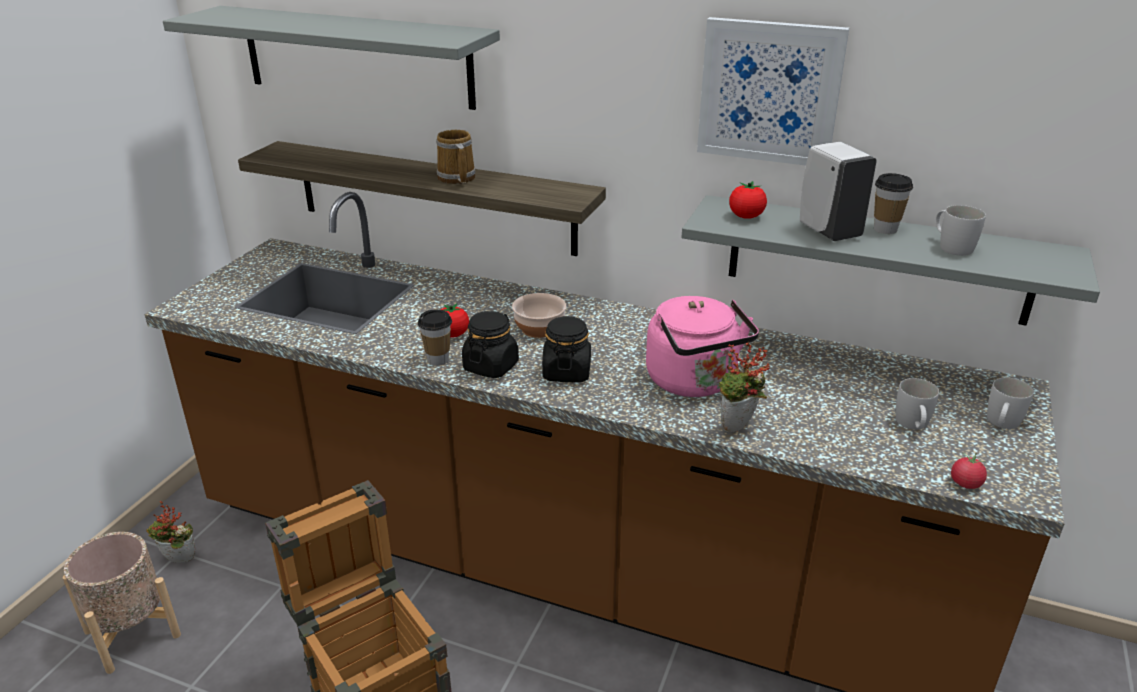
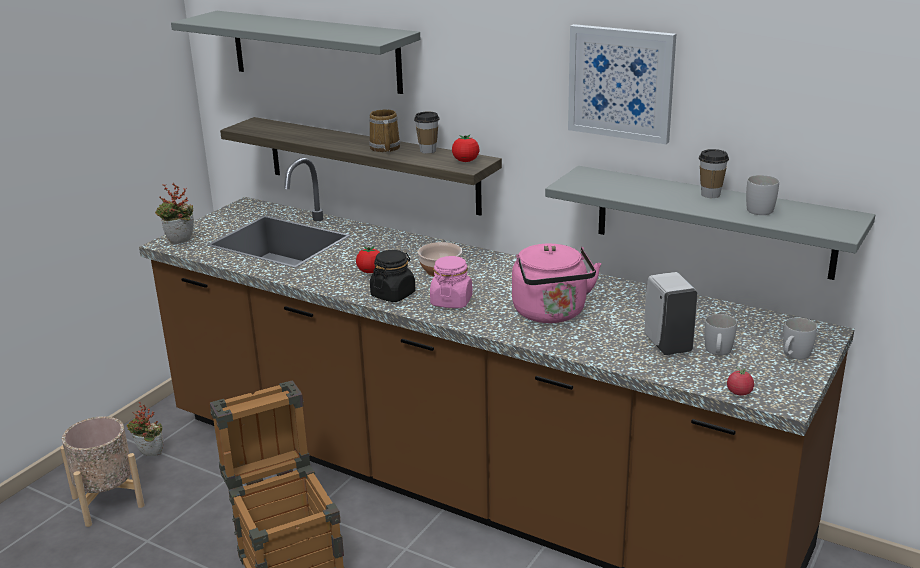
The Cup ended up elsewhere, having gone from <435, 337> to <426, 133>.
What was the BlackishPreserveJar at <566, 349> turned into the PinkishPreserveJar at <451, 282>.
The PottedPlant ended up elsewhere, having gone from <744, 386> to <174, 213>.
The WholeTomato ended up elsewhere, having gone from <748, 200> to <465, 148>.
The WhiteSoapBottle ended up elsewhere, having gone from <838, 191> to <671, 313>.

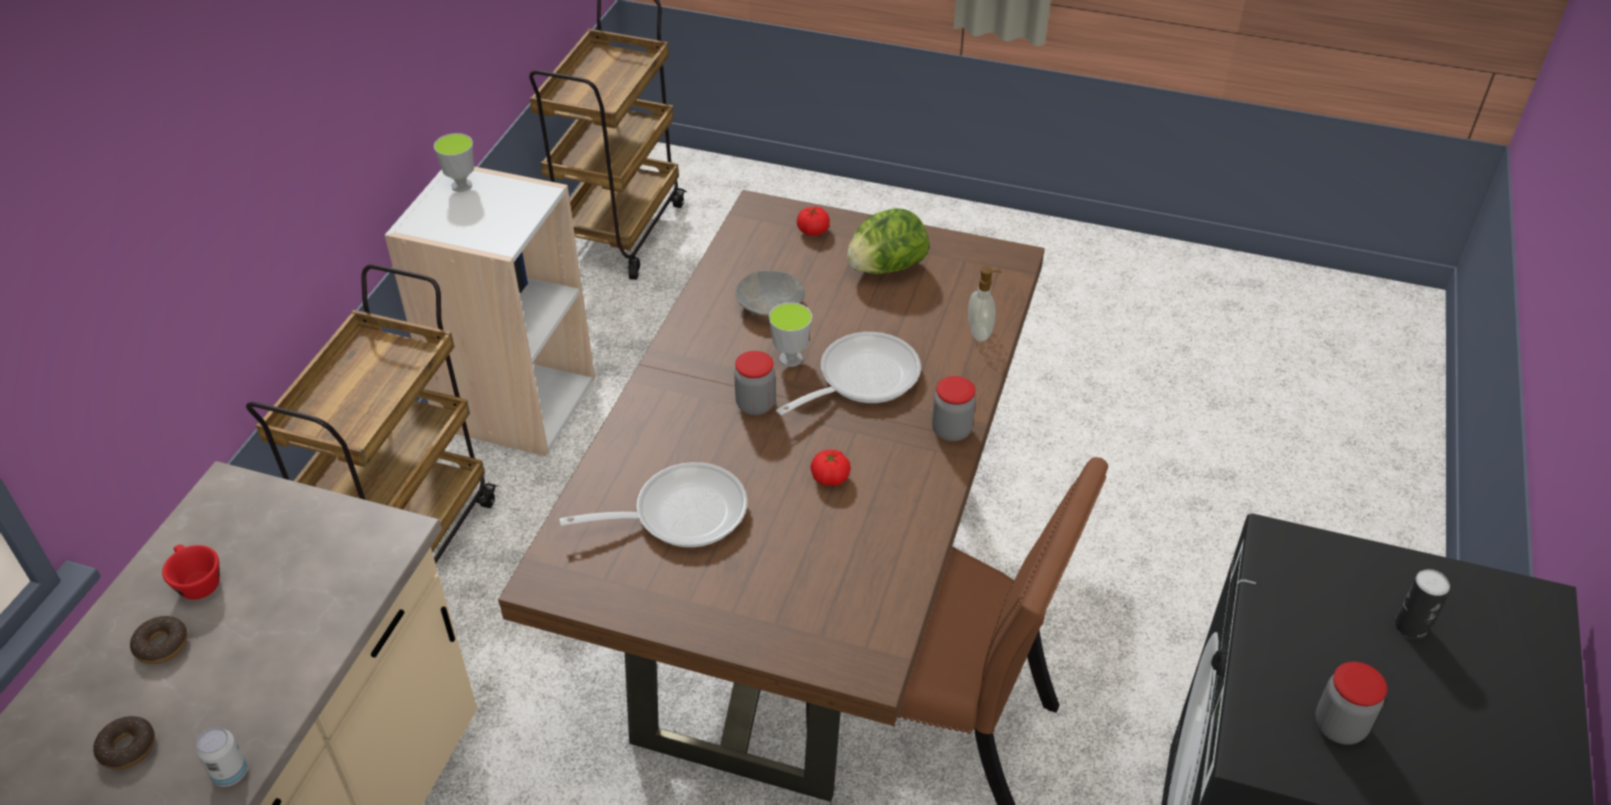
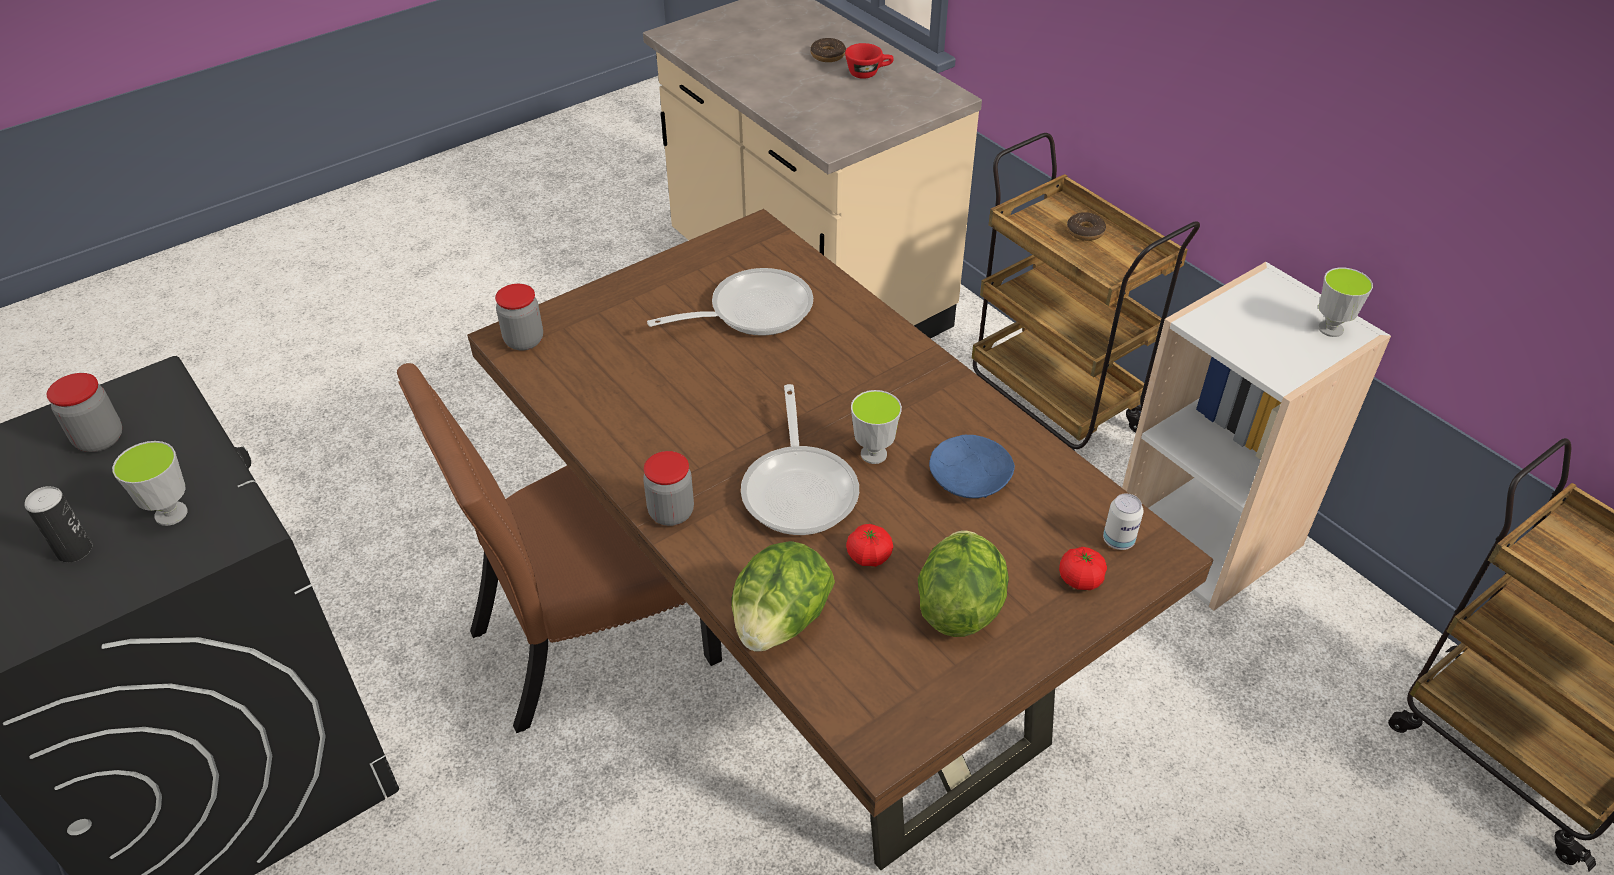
The RingDoughnut ended up elsewhere, having gone from <124, 743> to <1086, 226>.
The MetalCan ended up elsewhere, having gone from <221, 757> to <1123, 522>.
The Pan at <653, 504> ended up facing another way, 135 degrees counterclockwise from before.
The PreserveJar ended up elsewhere, having gone from <755, 383> to <519, 317>.
What was the GreyishBowl at <770, 293> turned into the BluishBowl at <972, 466>.
The WholeTomato ended up elsewhere, having gone from <830, 468> to <869, 545>.
Where the SoapBottle stood at <985, 303>, the Lettuce came to stand at <783, 596>.
The second view gained the Cup at <150, 483>.

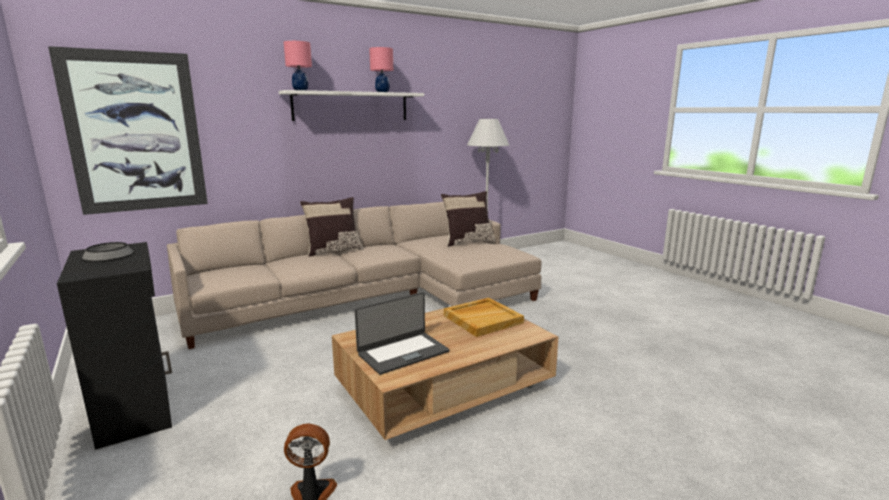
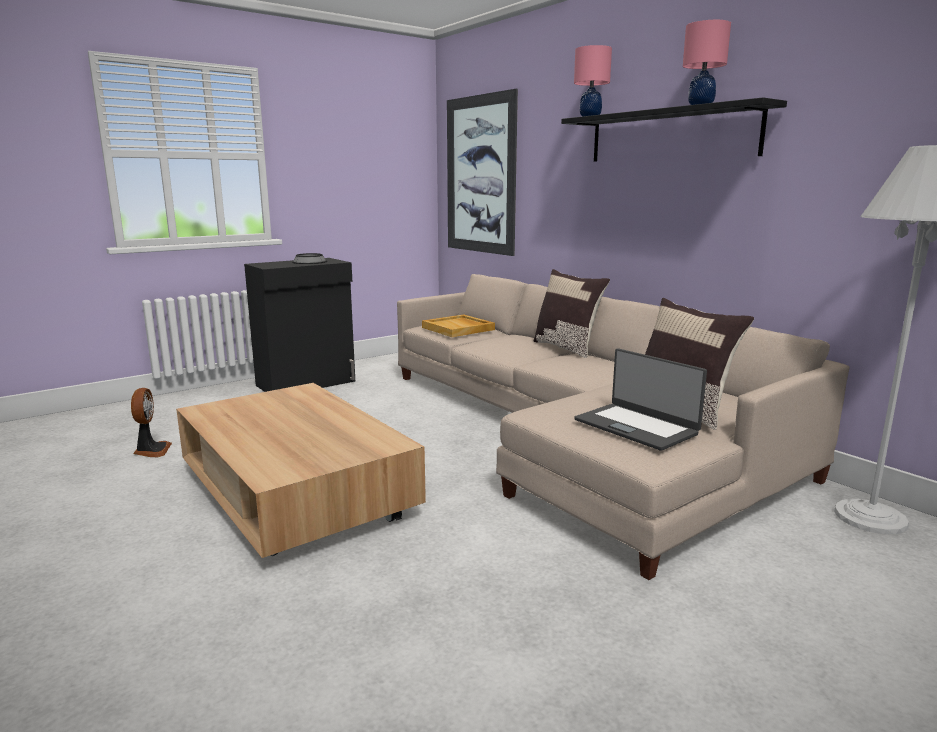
What was the WhiteShelf at <351, 105> turned into the BlackishShelf at <674, 129>.
The NotebookComputer ended up elsewhere, having gone from <402, 333> to <640, 399>.
The BeigeServingTray ended up elsewhere, having gone from <484, 317> to <458, 325>.

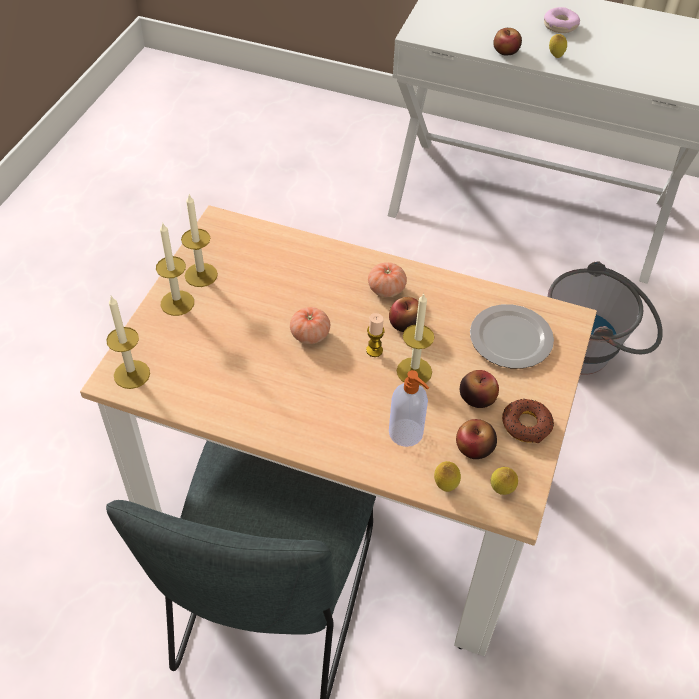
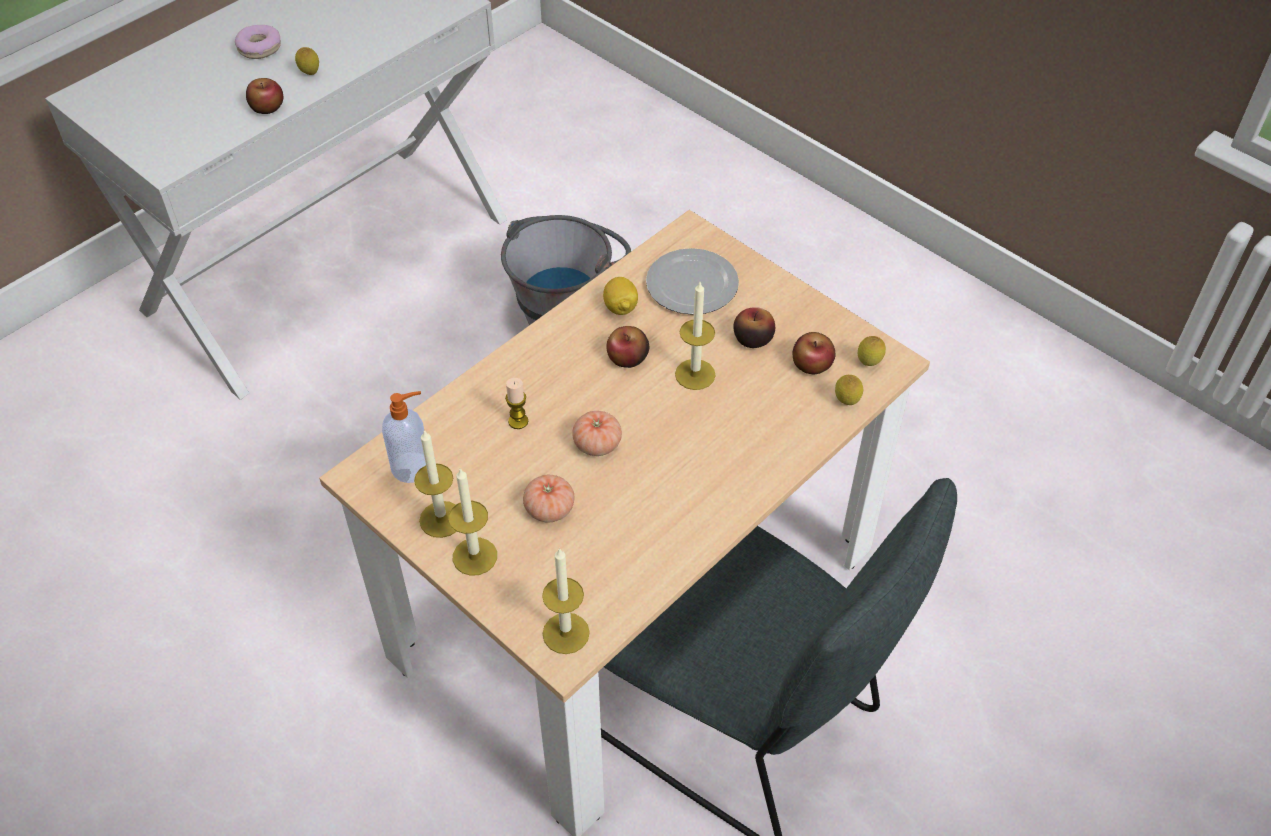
The WaxCandle ended up elsewhere, having gone from <375, 335> to <516, 403>.
The WholeTomato ended up elsewhere, having gone from <387, 279> to <548, 498>.
The SoapBottle ended up elsewhere, having gone from <409, 408> to <404, 437>.
The second view lost the RingDoughnut at <528, 421>.
The second view gained the CitrusFruit at <620, 296>.

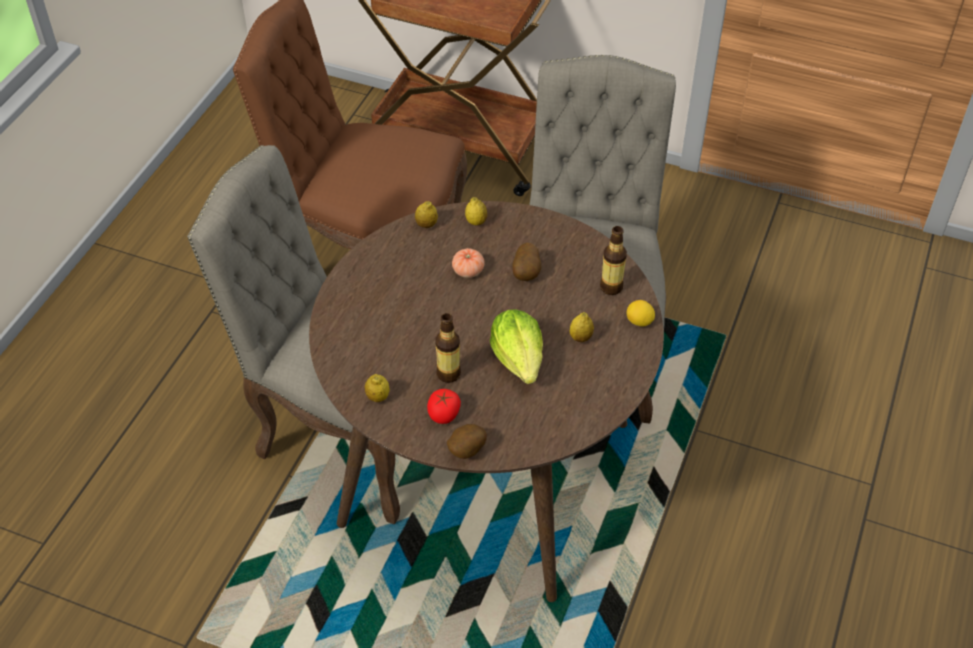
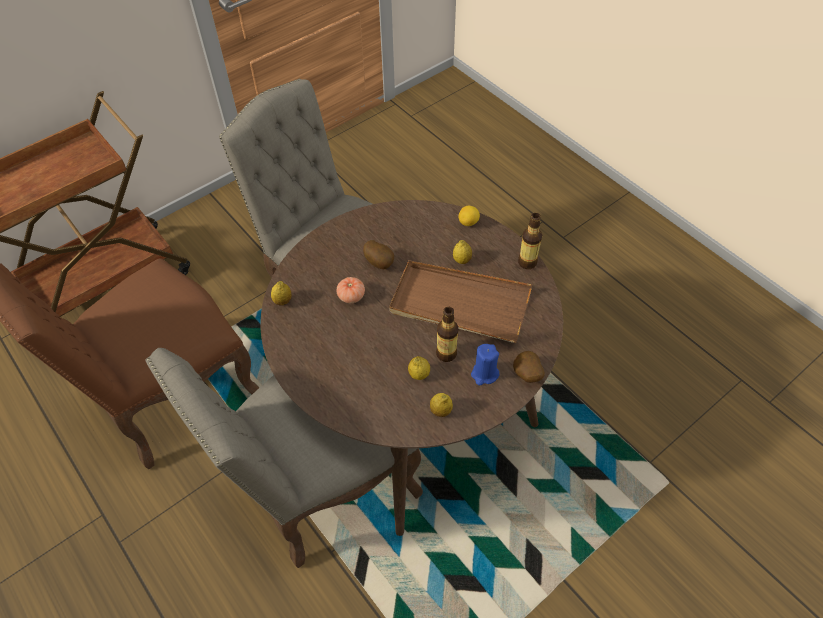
Where the WholeTomato stood at <444, 406>, the BluishWaxCandle came to stand at <485, 365>.
The CitrusFruit ended up elsewhere, having gone from <476, 211> to <419, 368>.
Where the Lettuce stood at <516, 347>, the BrownColouredServingTray came to stand at <460, 301>.
The Bottle ended up elsewhere, having gone from <613, 260> to <530, 241>.

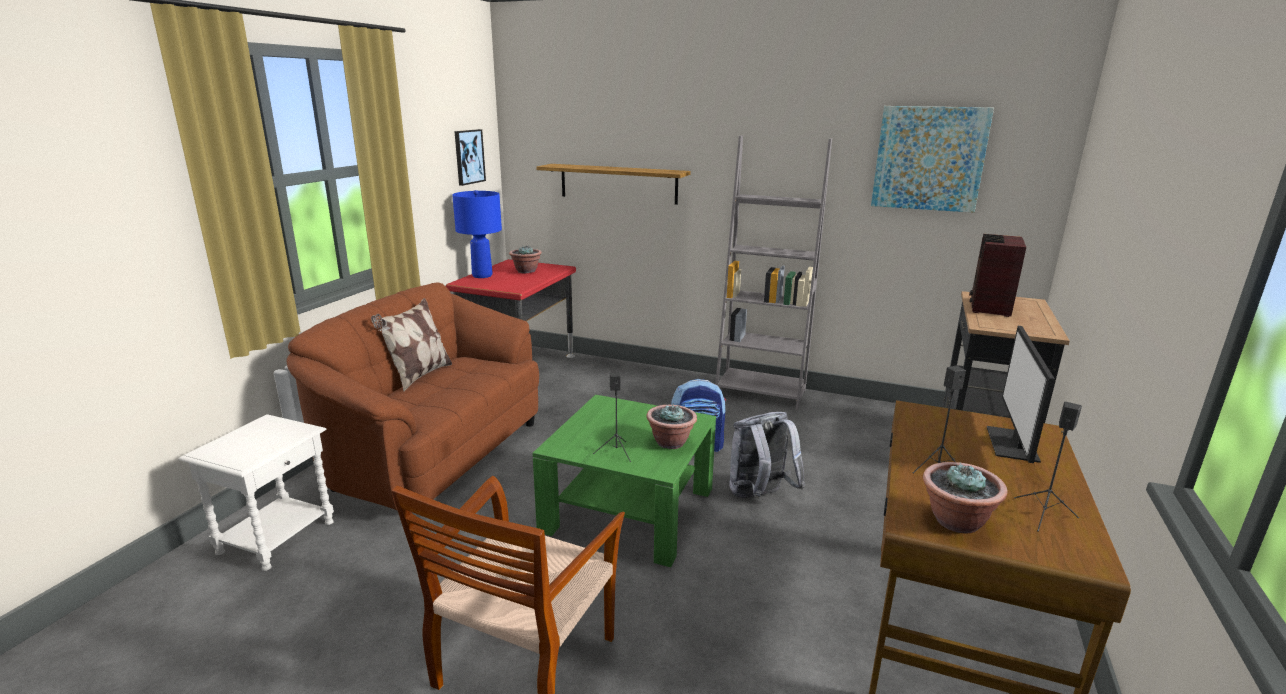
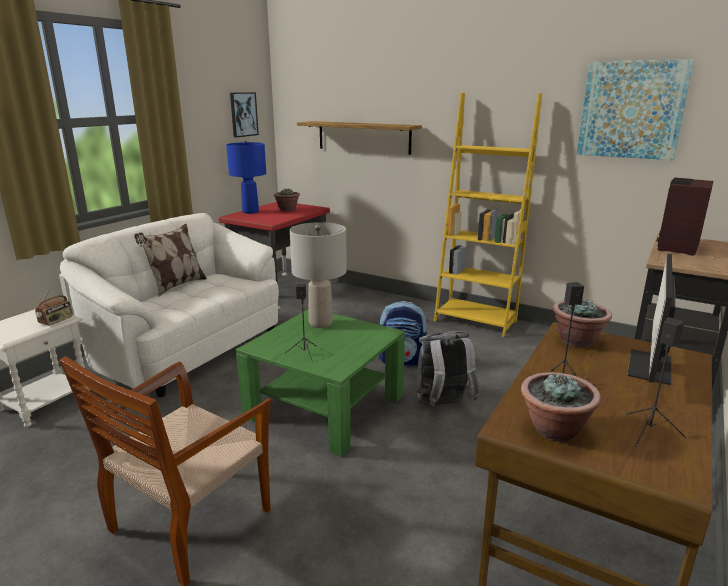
What was the BrownColouredCouch at <413, 396> turned into the WhiteCouch at <169, 305>.
The PottedPlant ended up elsewhere, having gone from <671, 426> to <582, 322>.
What was the GreyishBookshelf at <773, 272> turned into the YellowColouredBookshelf at <488, 215>.
The second view gained the RadioSet at <53, 306>.
The second view gained the GreyishTabletopLamp at <318, 275>.

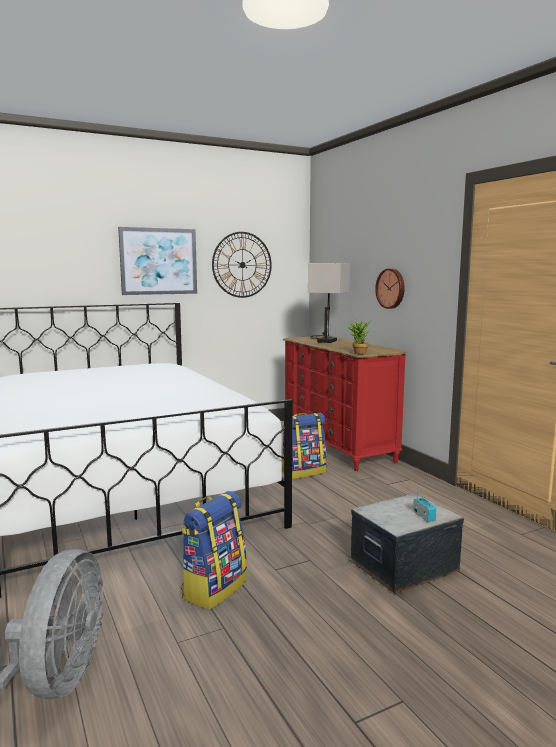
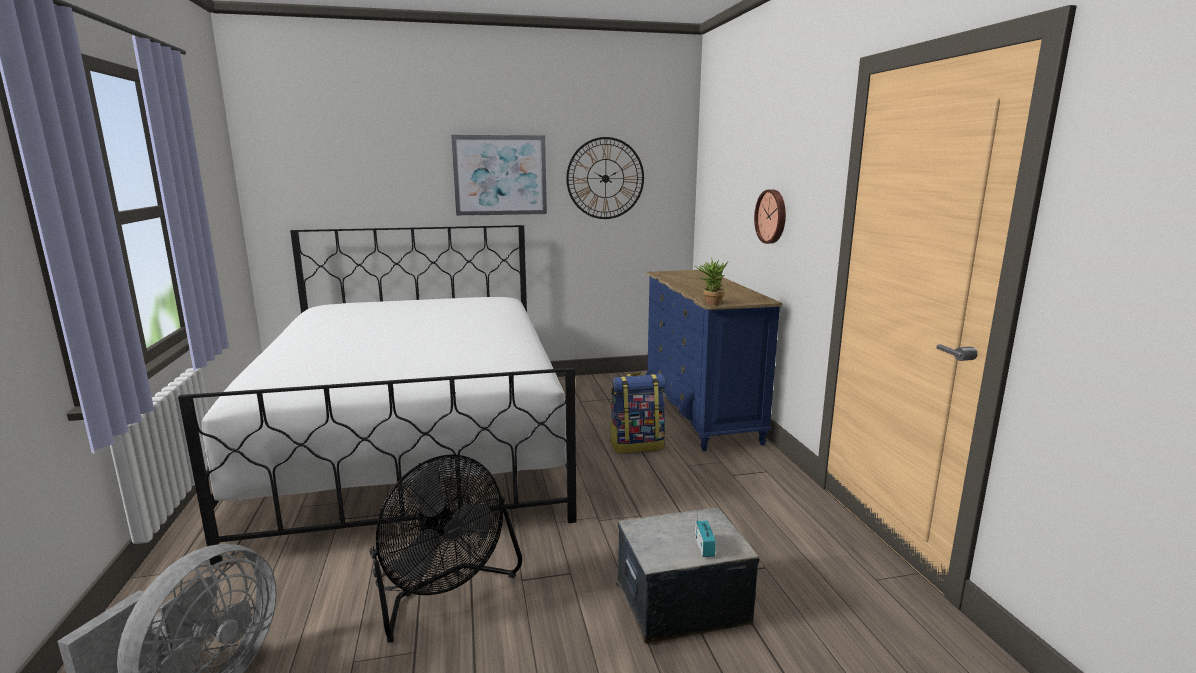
Where the Backpack stood at <214, 550>, the BlackishFan came to stand at <446, 549>.
What was the RedChestOfDrawers at <345, 403> turned into the BluishChestOfDrawers at <714, 360>.
The second view lost the TabletopLamp at <329, 303>.

